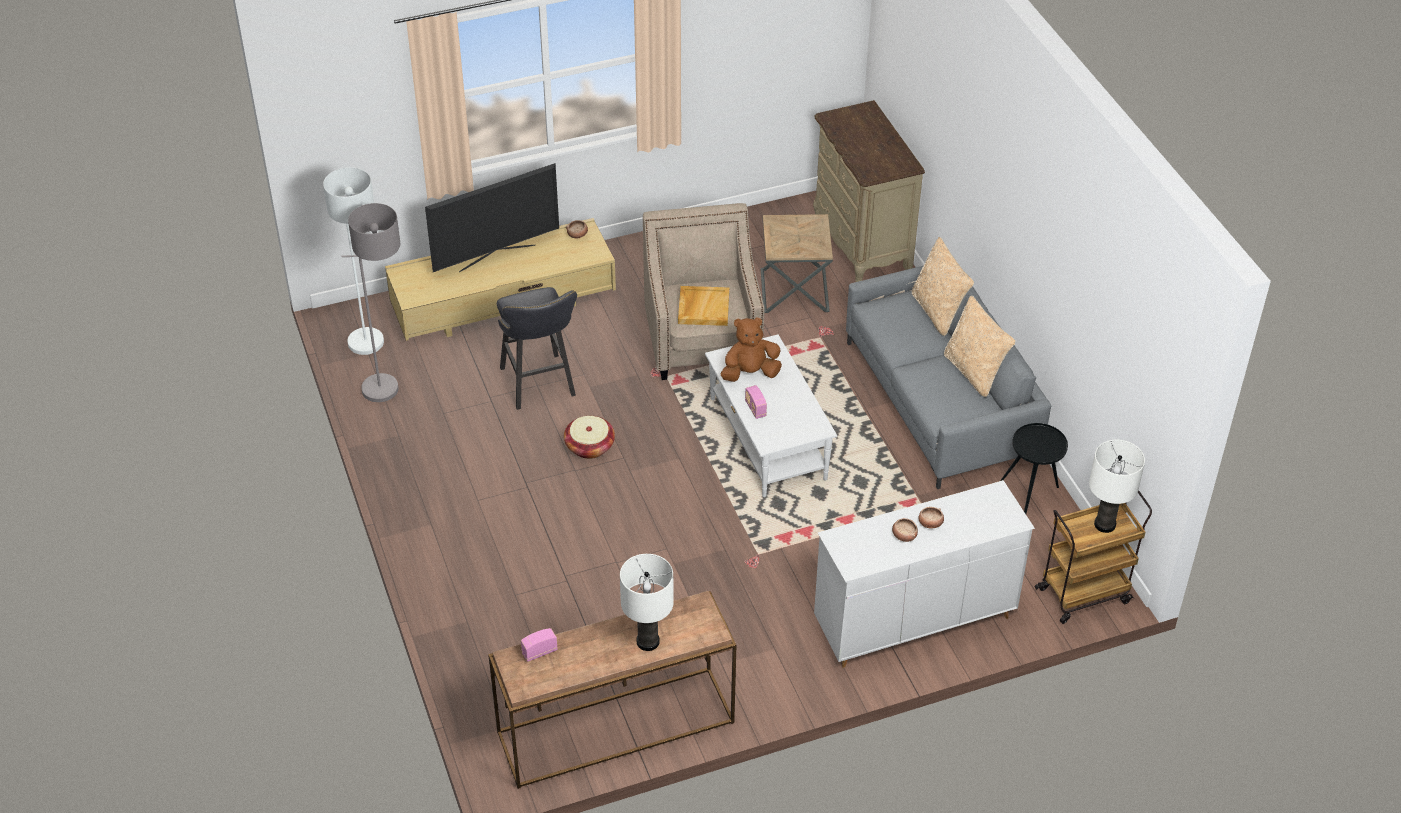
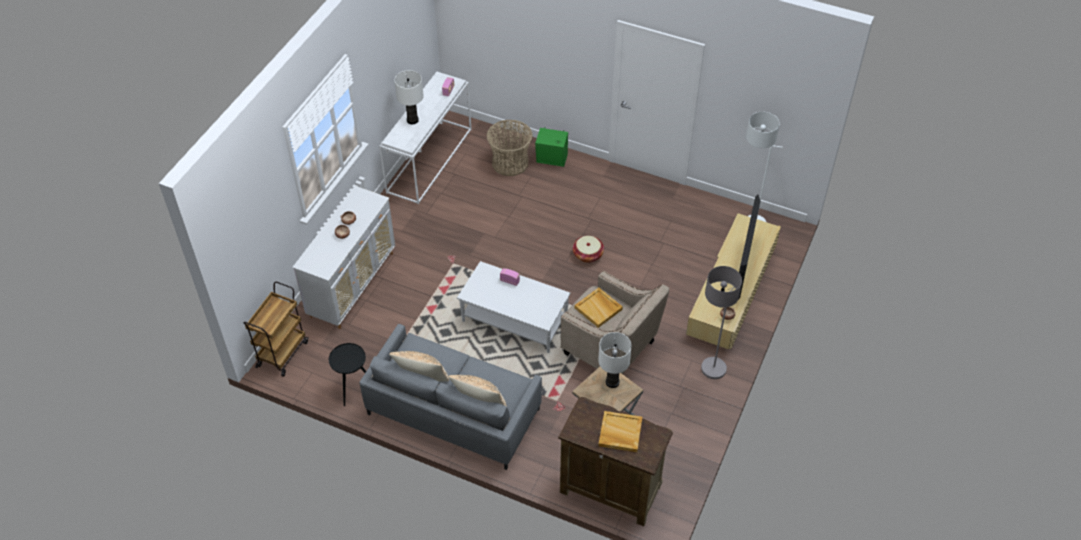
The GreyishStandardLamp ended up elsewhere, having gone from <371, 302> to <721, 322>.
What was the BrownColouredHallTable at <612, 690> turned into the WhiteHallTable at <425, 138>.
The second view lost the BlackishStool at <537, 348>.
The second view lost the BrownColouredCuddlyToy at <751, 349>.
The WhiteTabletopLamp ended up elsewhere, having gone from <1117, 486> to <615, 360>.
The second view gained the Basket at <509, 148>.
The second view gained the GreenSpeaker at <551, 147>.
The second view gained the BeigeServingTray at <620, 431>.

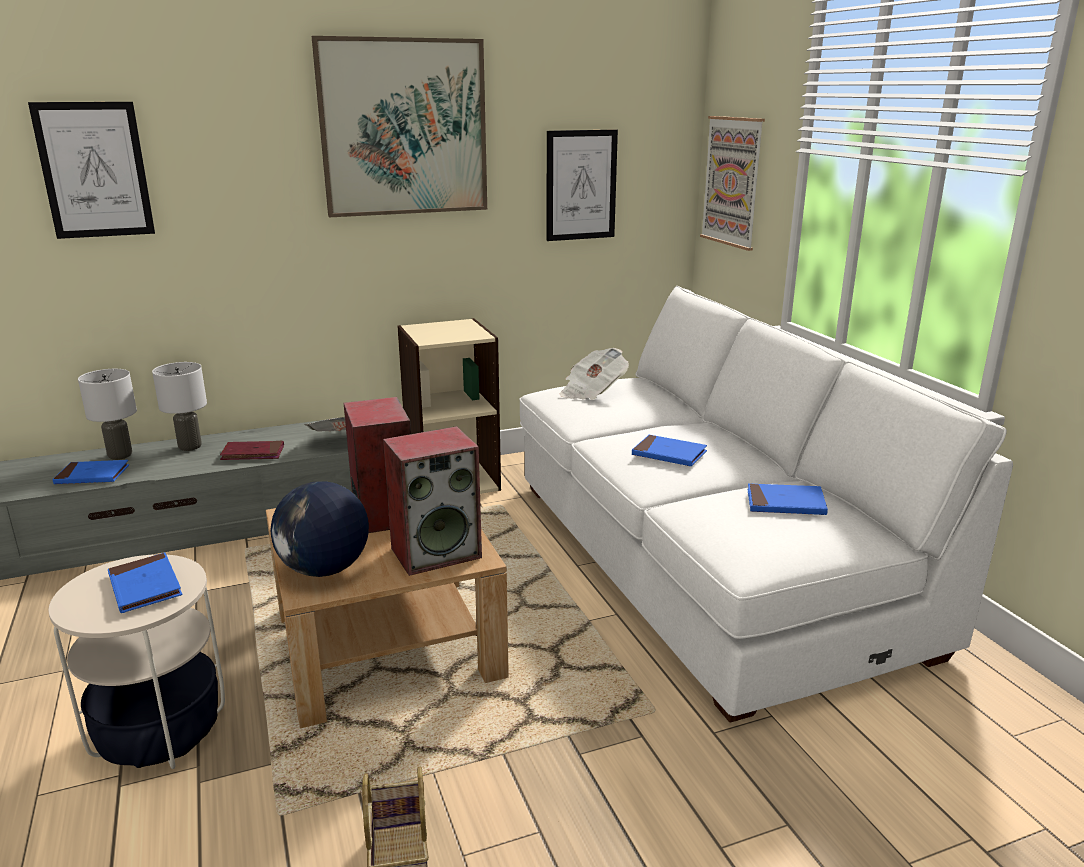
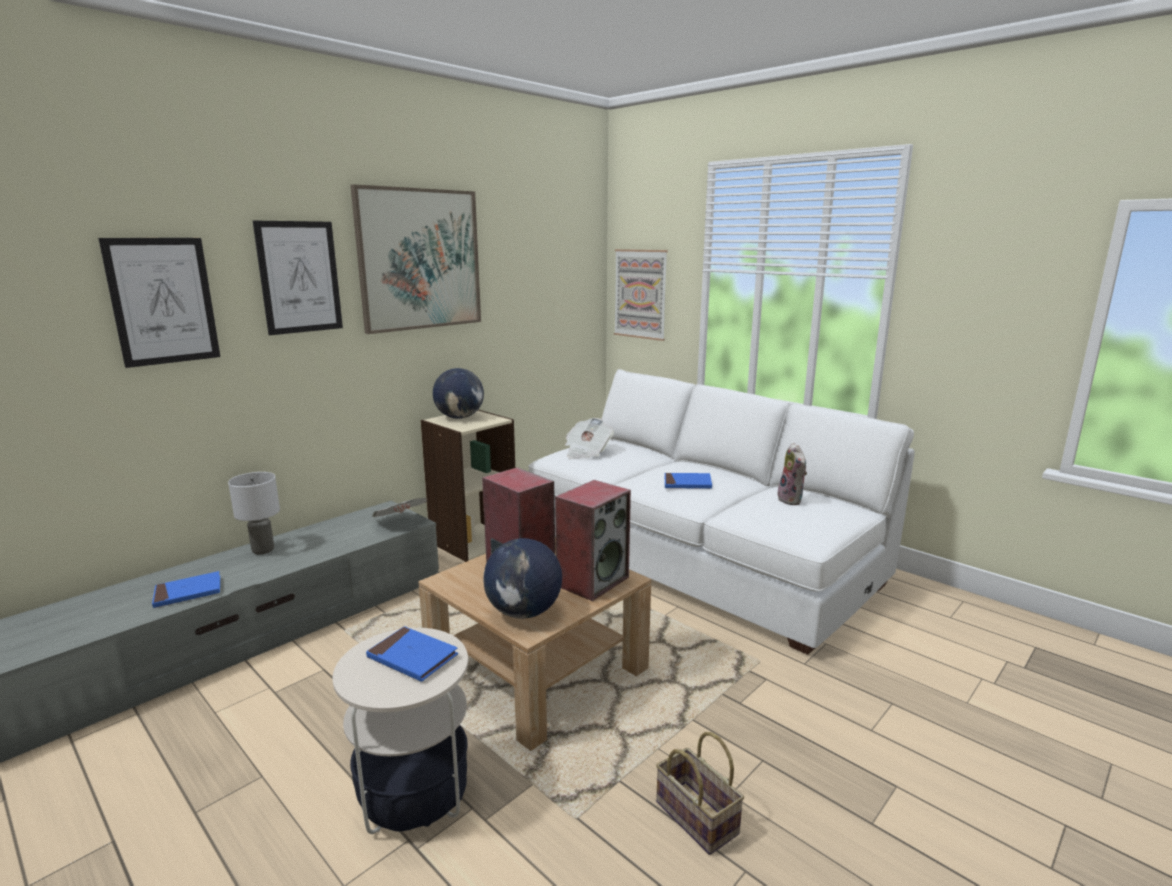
The second view lost the WhiteTabletopLamp at <107, 414>.
The second view lost the RedBoundBook at <252, 450>.
The WallPicture ended up elsewhere, having gone from <582, 185> to <298, 278>.
Where the BluishBoundBook stood at <787, 499>, the CuddlyToy came to stand at <792, 473>.
The second view gained the Globe at <458, 393>.

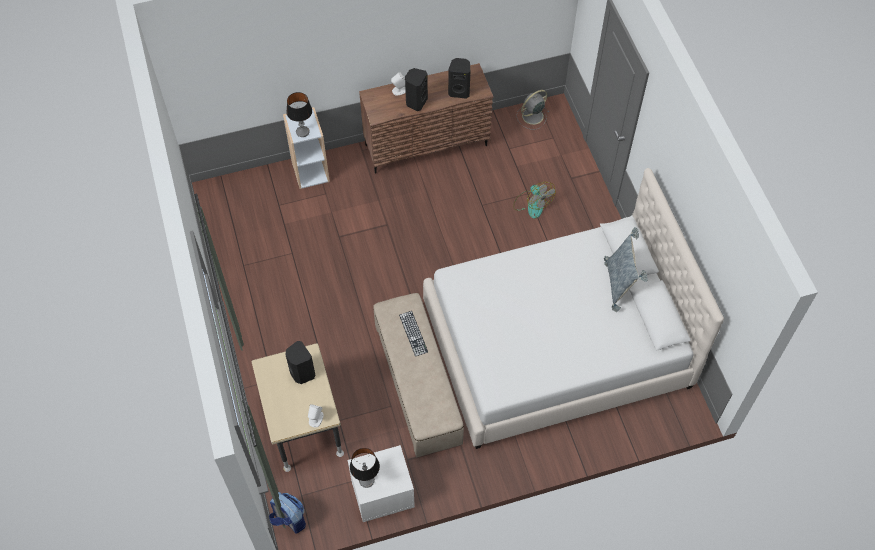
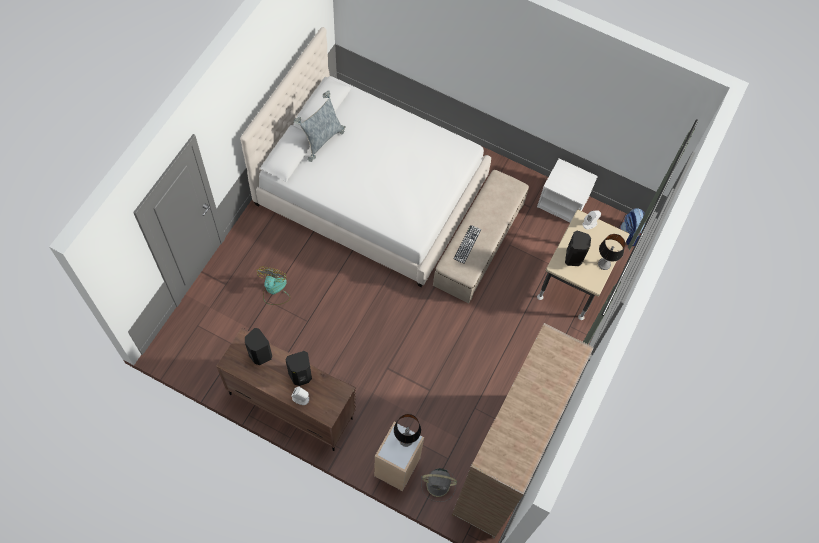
The TabletopLamp ended up elsewhere, having gone from <365, 468> to <611, 252>.
The GreyishFan ended up elsewhere, having gone from <532, 110> to <439, 485>.
The second view gained the WhiteArmoire at <522, 430>.

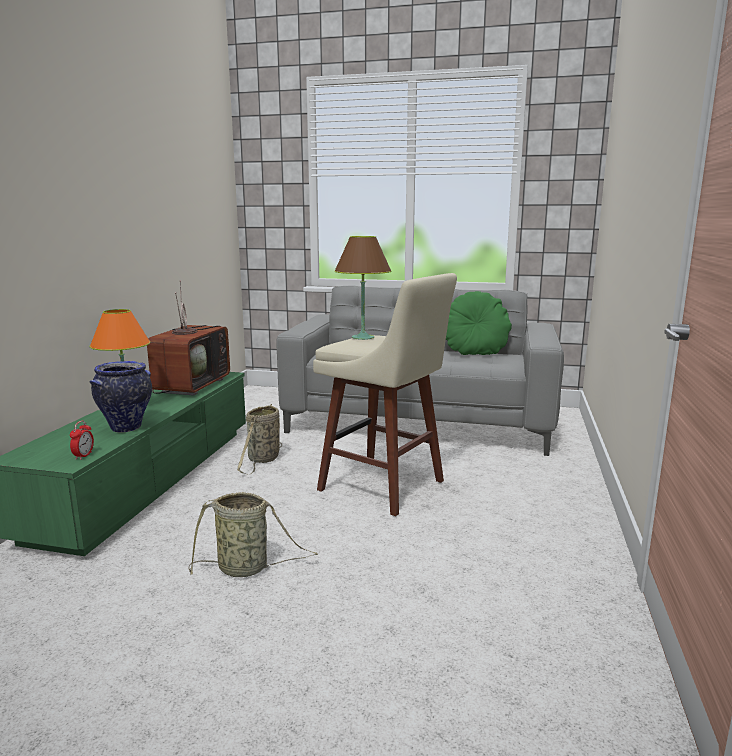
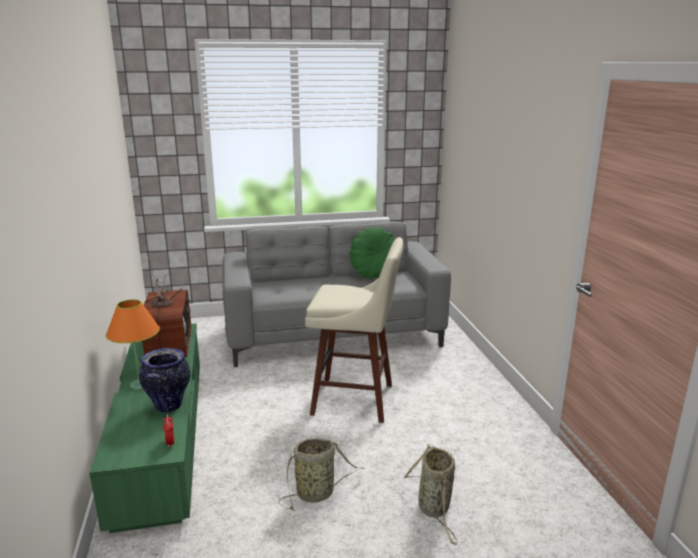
The Basket ended up elsewhere, having gone from <259, 439> to <430, 494>.
The second view lost the BrownColouredTabletopLamp at <362, 288>.

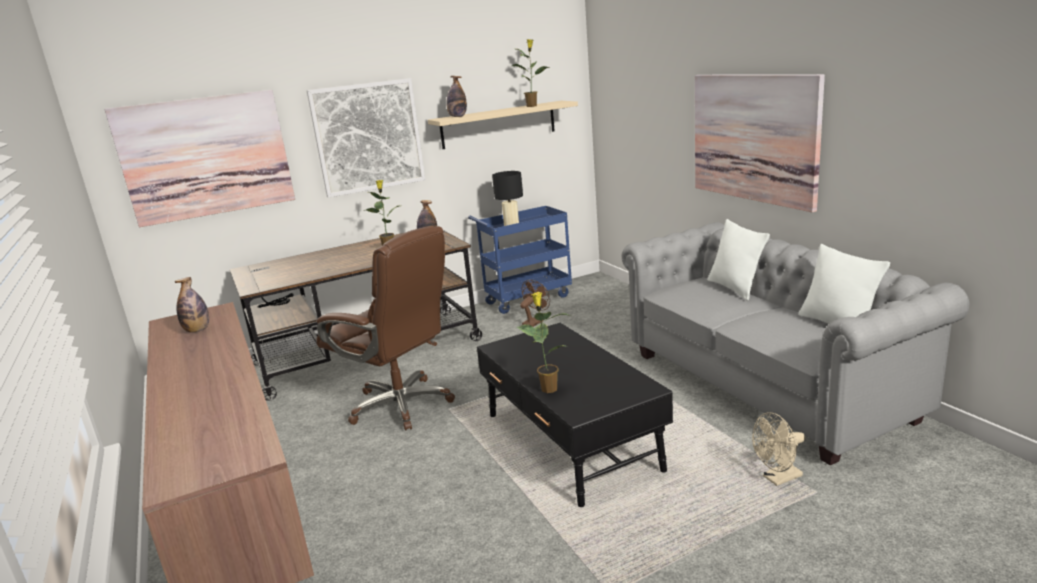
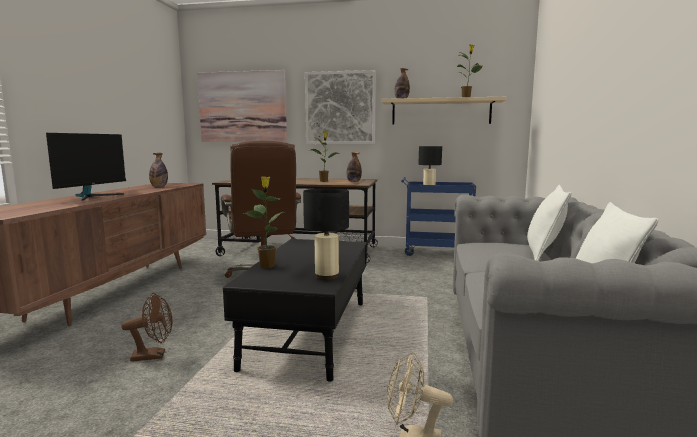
The BrownColouredFan ended up elsewhere, having gone from <535, 303> to <146, 327>.
The second view lost the WallPicture at <760, 143>.
The second view gained the ComputerScreen at <86, 167>.
The second view gained the BlackishTabletopLamp at <326, 234>.

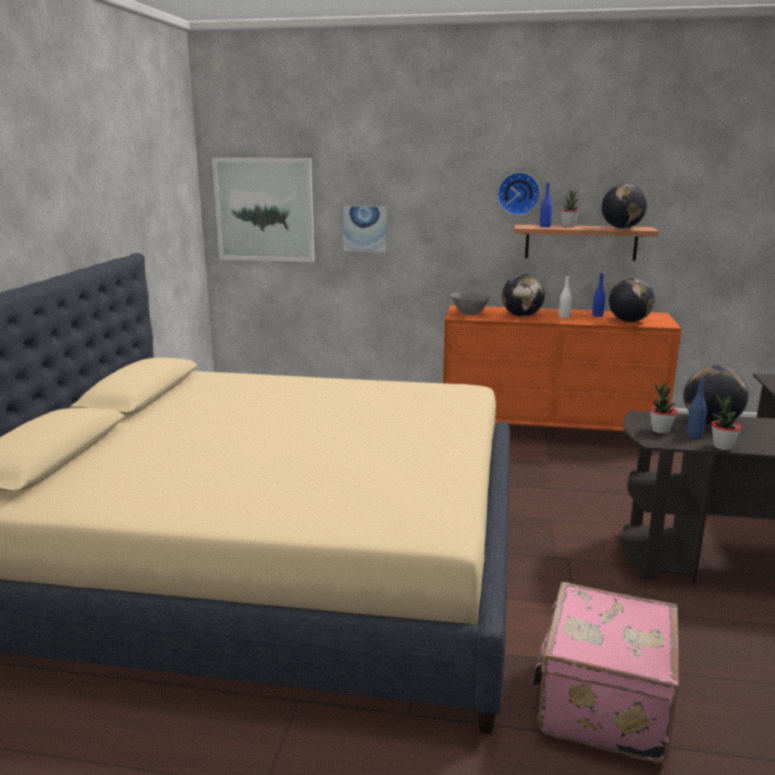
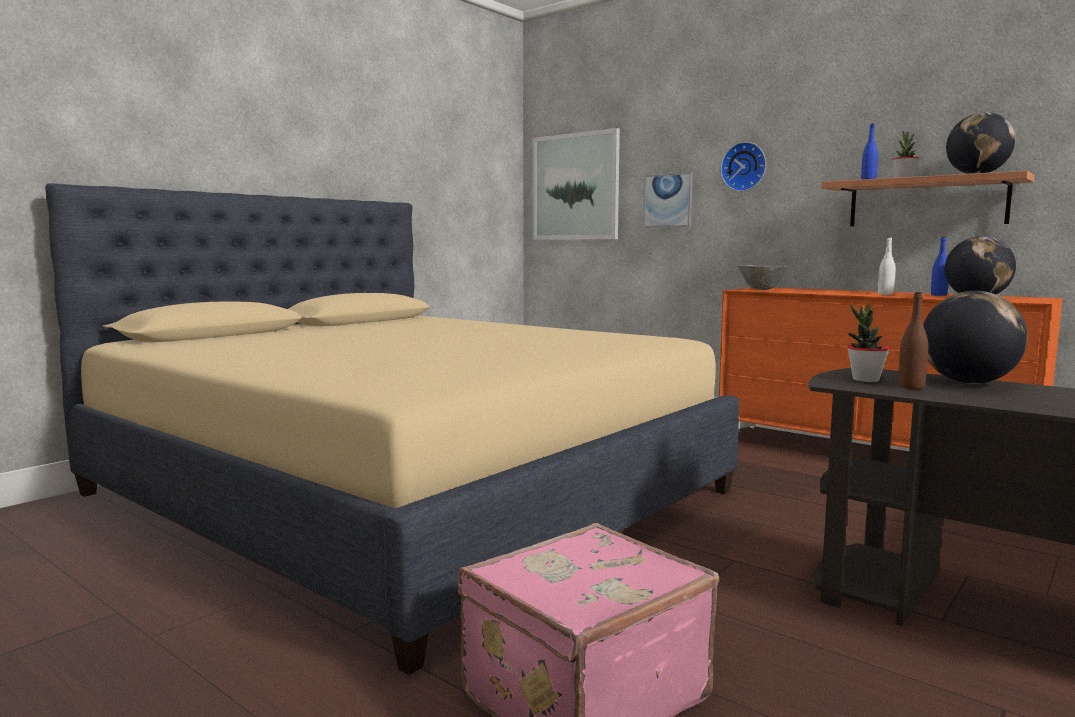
The ClockOnTheWall ended up elsewhere, having gone from <518, 194> to <743, 166>.
The second view lost the Globe at <523, 295>.
What was the BluishBottle at <696, 408> turned into the BrownColouredBottle at <913, 340>.
The second view lost the PottedPlant at <726, 422>.

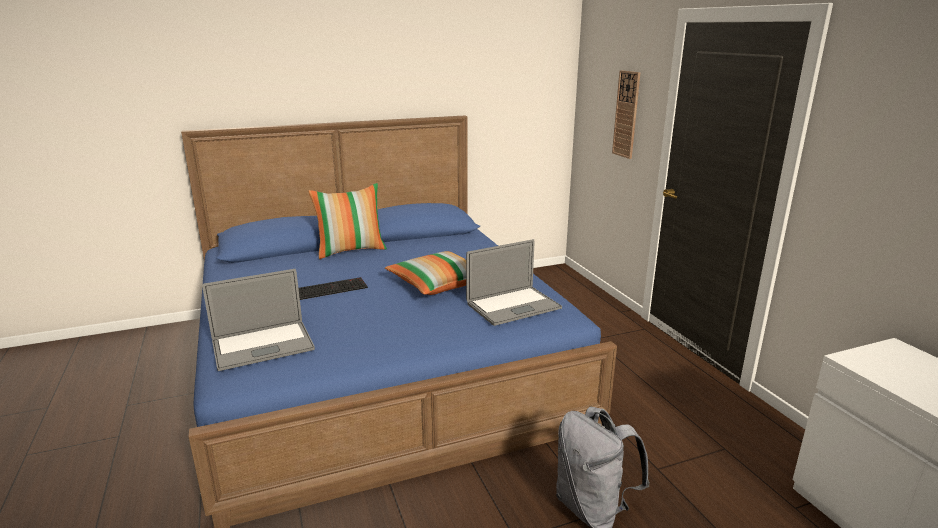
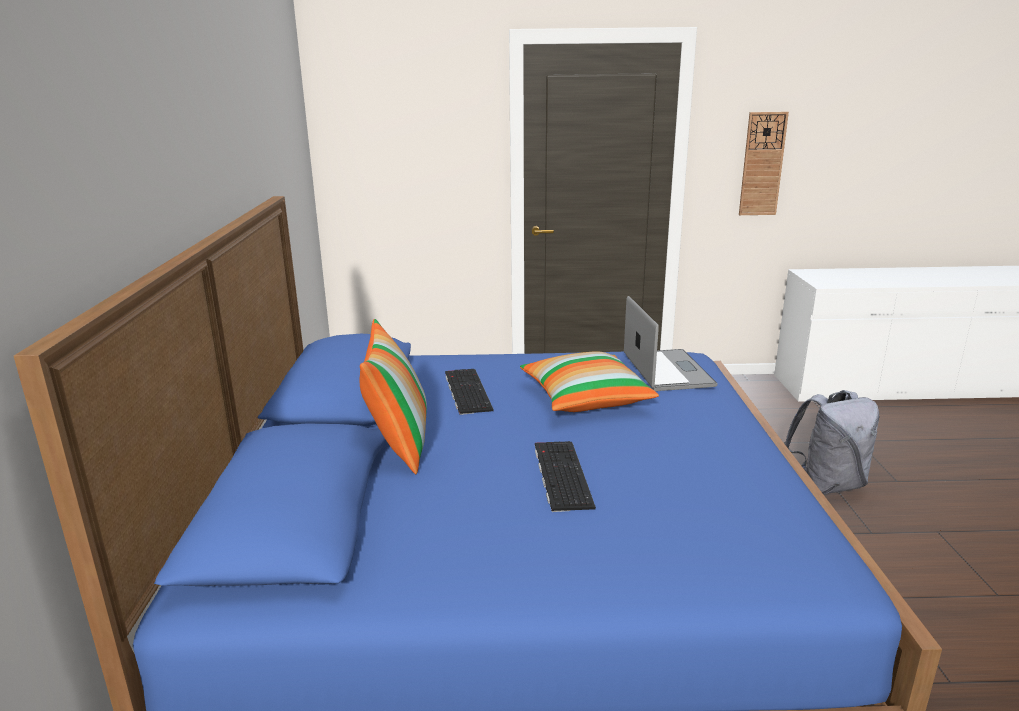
The second view lost the NotebookComputer at <258, 320>.
The ClockOnTheWall ended up elsewhere, having gone from <626, 114> to <764, 163>.
The second view gained the PcKeyboard at <469, 392>.

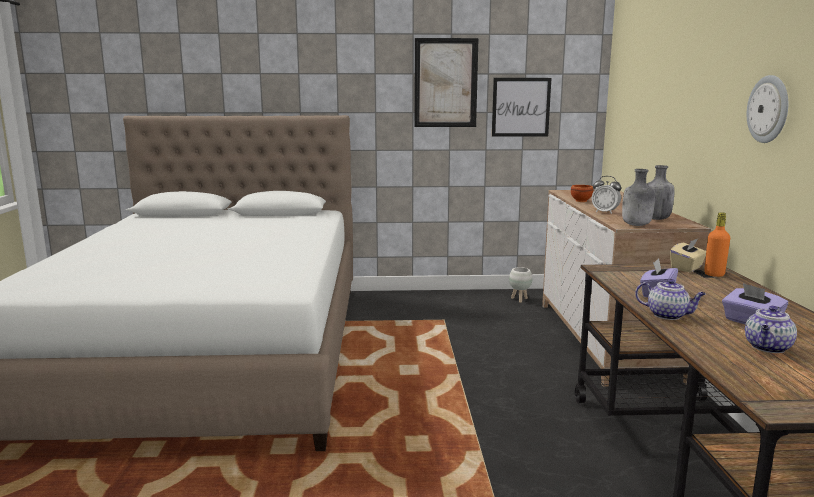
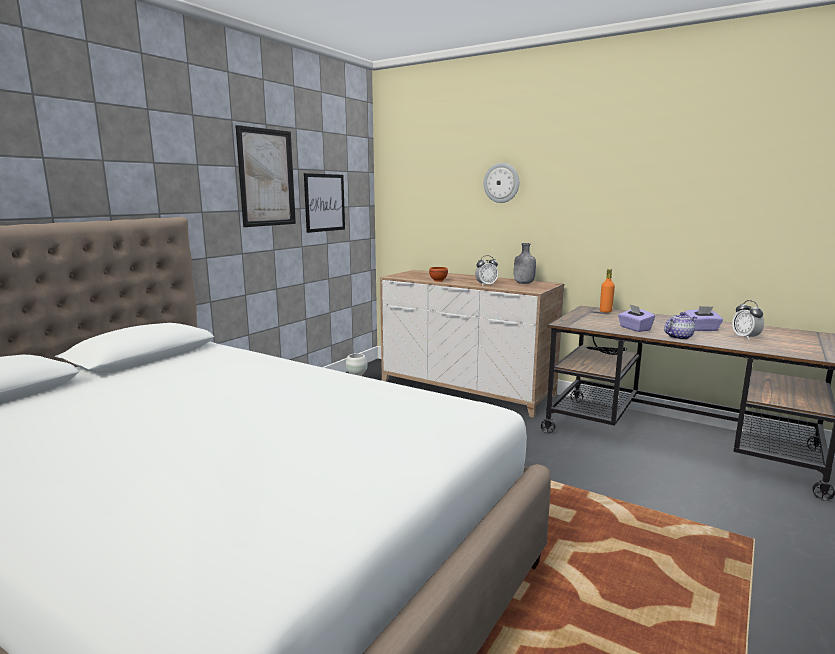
The second view lost the GreyishBottle at <638, 197>.
The second view lost the BeigeTissueBox at <688, 255>.
Where the TeaPot stood at <771, 329>, the BedsideClock came to stand at <748, 320>.
The ClockOnTheWall ended up elsewhere, having gone from <767, 109> to <501, 183>.

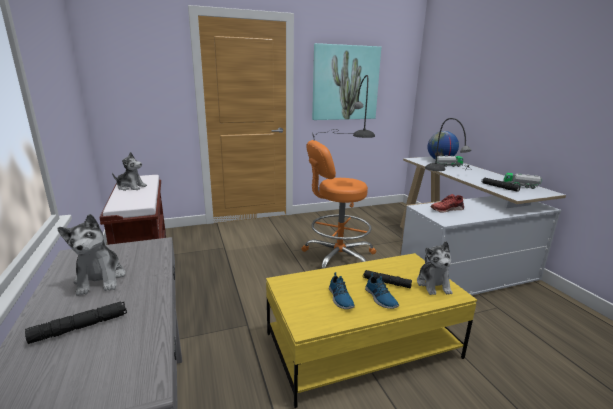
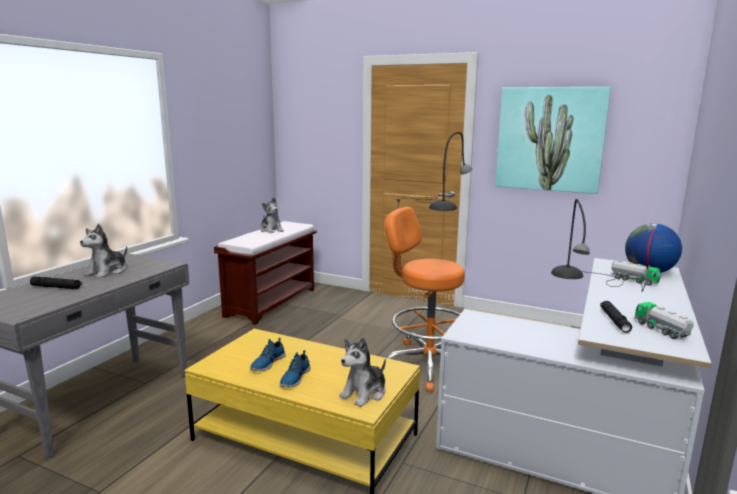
The second view lost the BlackishHandTorch at <387, 279>.
The second view lost the RedItemOfFootwear at <447, 203>.

